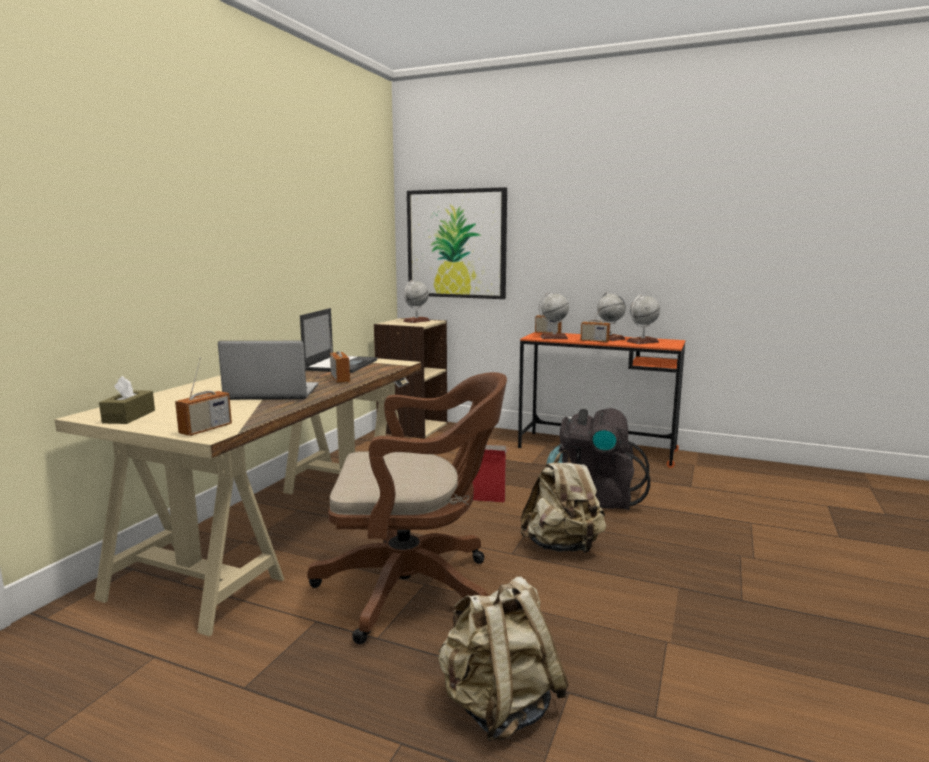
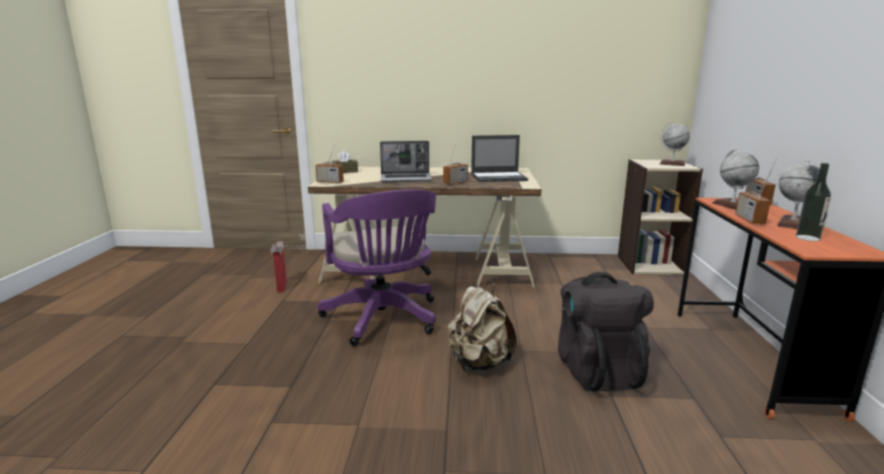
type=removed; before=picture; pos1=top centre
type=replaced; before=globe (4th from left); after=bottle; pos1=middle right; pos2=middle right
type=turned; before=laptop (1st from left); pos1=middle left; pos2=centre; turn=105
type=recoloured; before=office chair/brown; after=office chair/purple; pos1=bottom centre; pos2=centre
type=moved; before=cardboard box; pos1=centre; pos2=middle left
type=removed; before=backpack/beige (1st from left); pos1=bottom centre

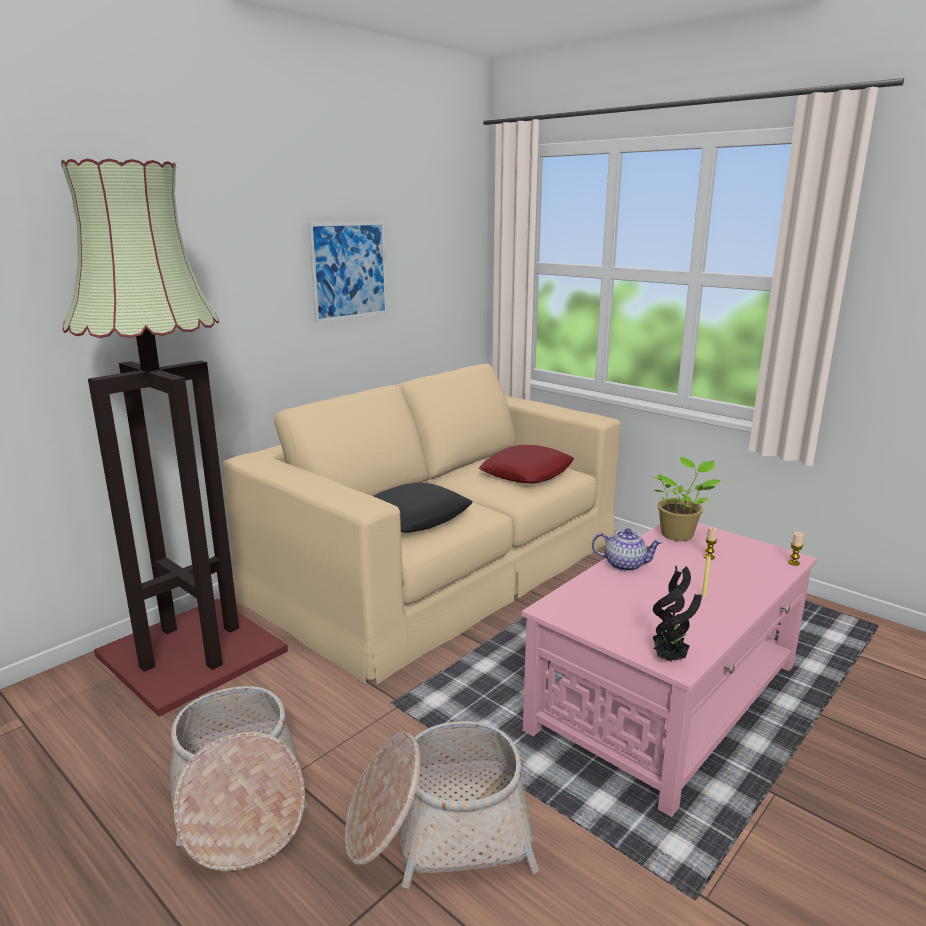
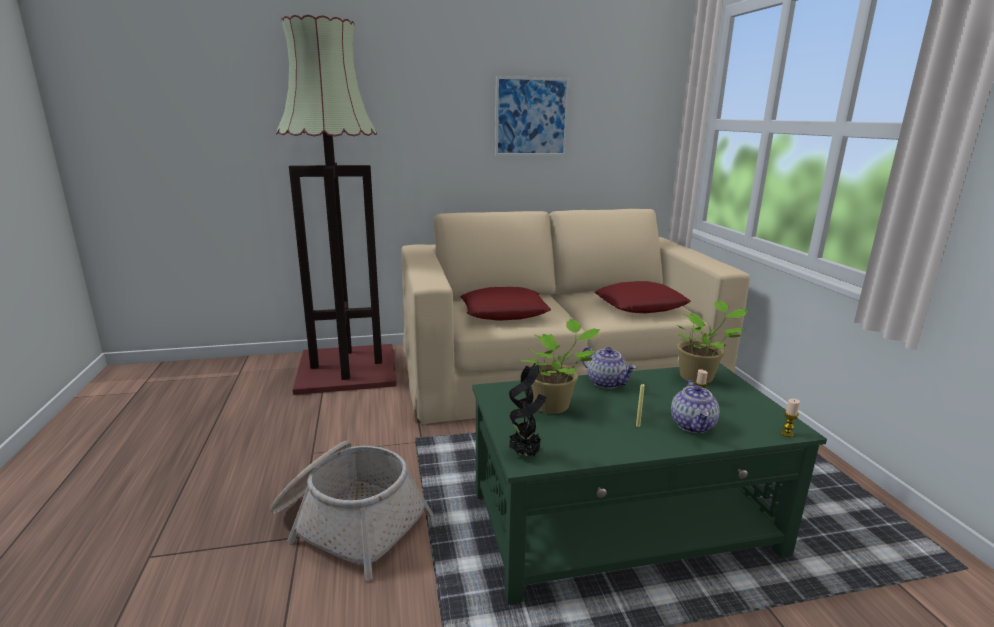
type=recoloured; before=pillow/black; after=pillow/red (1st from left); pos1=centre; pos2=centre
type=recoloured; before=coffee table/pink; after=coffee table/green; pos1=bottom right; pos2=bottom centre
type=removed; before=basket (1st from left); pos1=bottom left
type=added; after=potted plant (2nd from left); pos2=centre
type=added; after=teapot (2nd from left); pos2=middle right

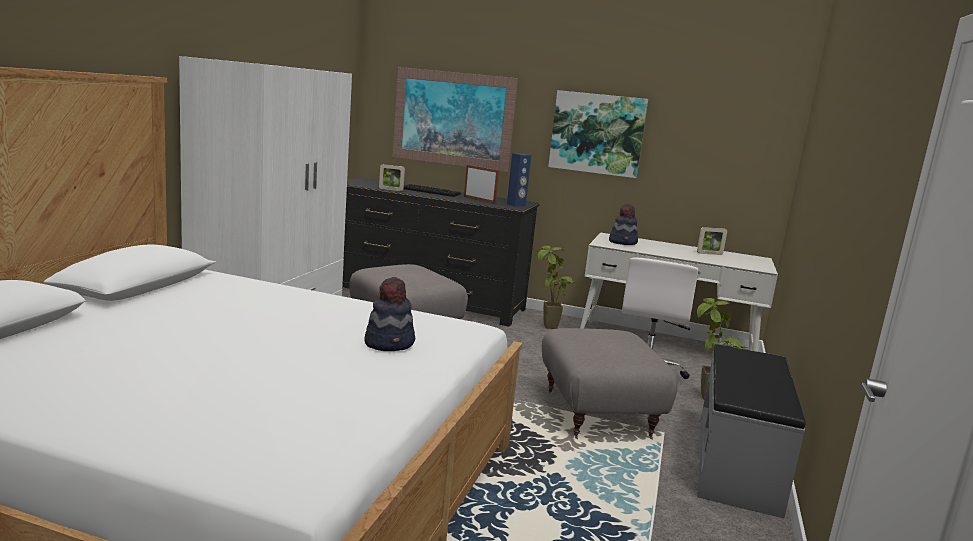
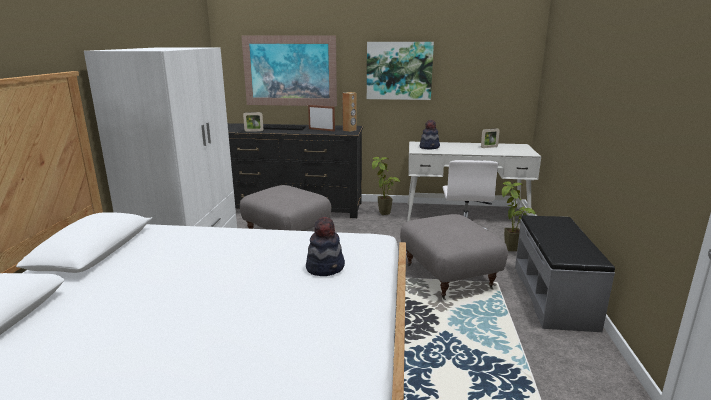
type=recoloured; before=speaker/blue; after=speaker/brown; pos1=top centre; pos2=top centre

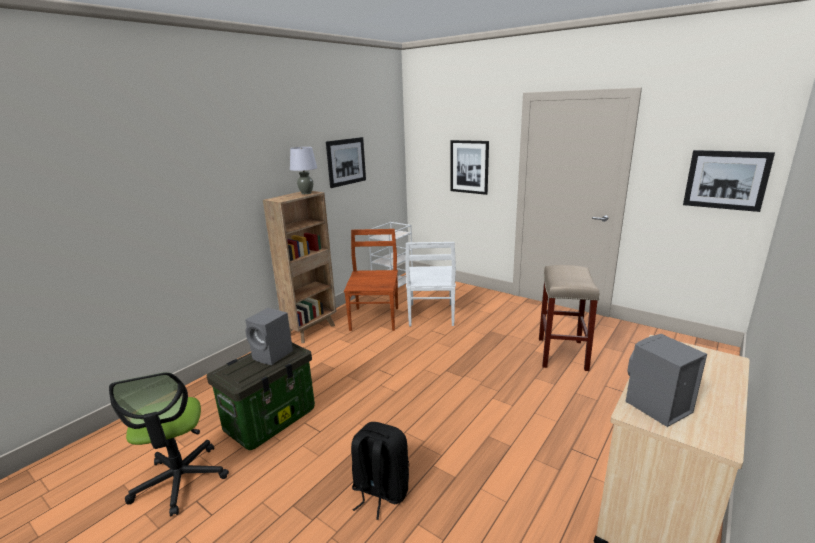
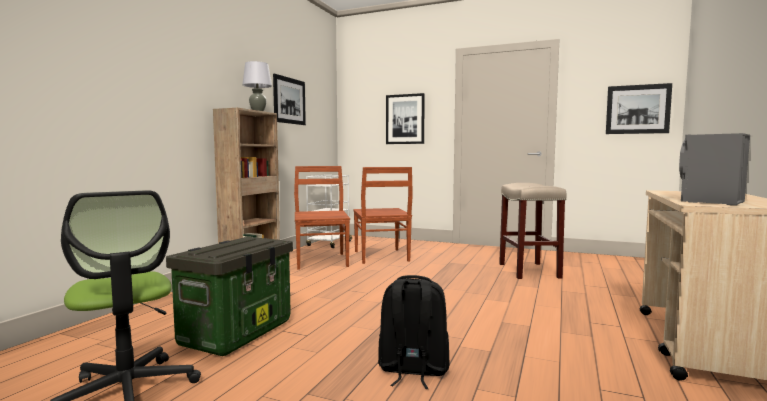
type=recoloured; before=chair/white; after=chair/brown (2nd from left); pos1=centre; pos2=centre
type=removed; before=speaker/grey (1st from left); pos1=middle left

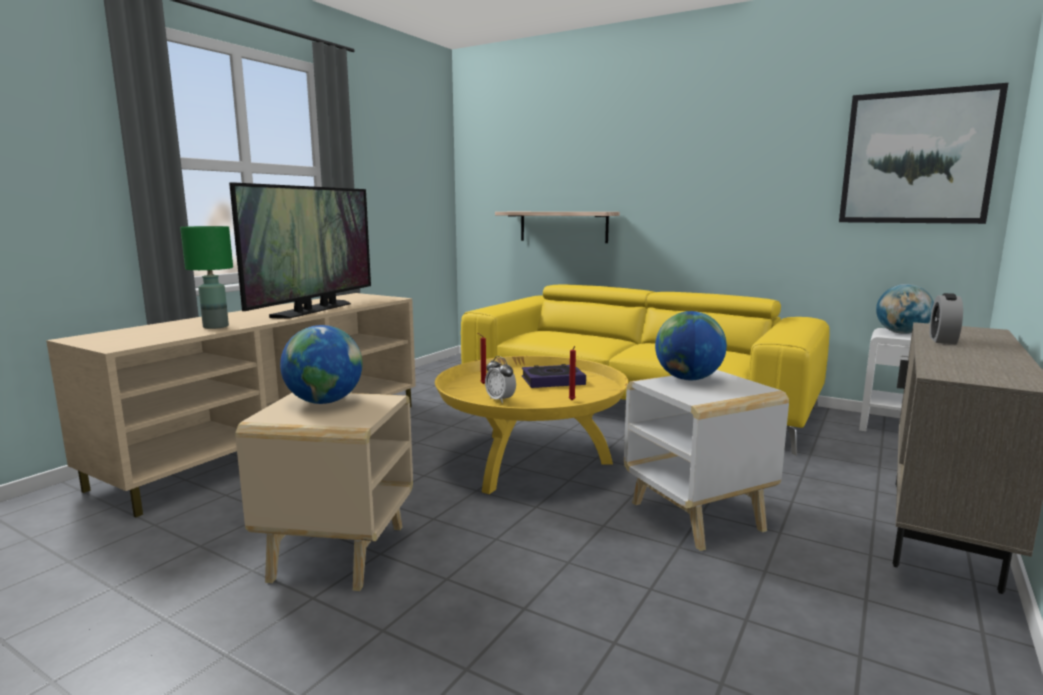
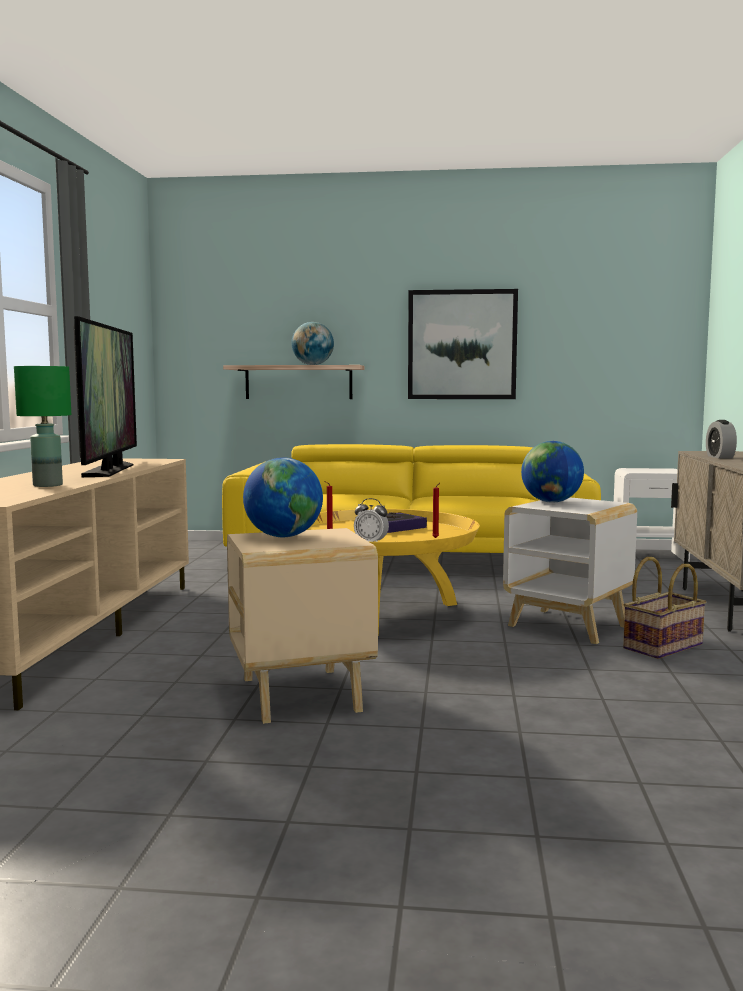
type=moved; before=picture; pos1=top right; pos2=centre
type=moved; before=globe (3rd from left in the first image); after=globe (2nd from left); pos1=middle right; pos2=centre
type=added; after=basket; pos2=middle right

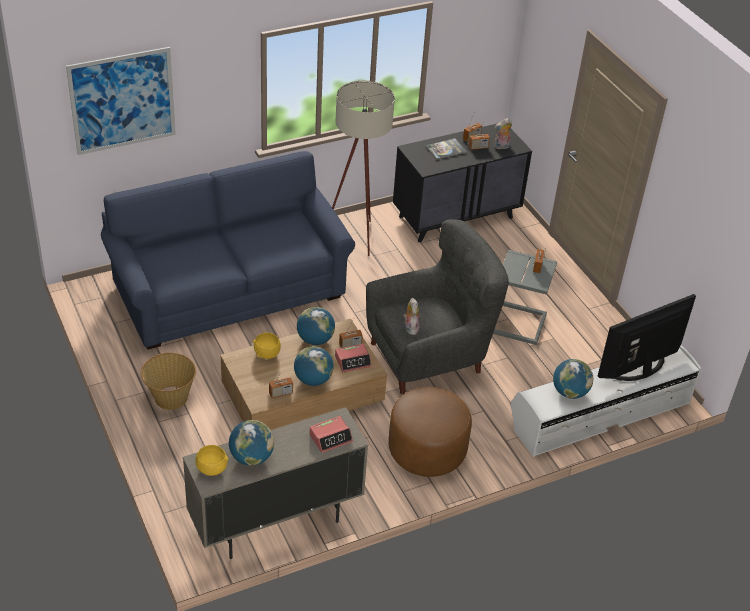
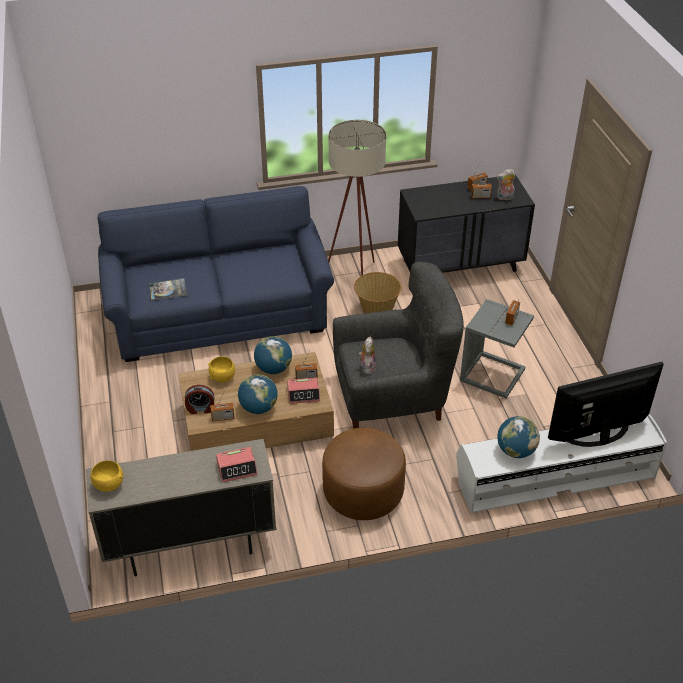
type=removed; before=picture; pos1=top left
type=moved; before=book; pos1=top centre; pos2=middle left
type=moved; before=basket; pos1=middle left; pos2=centre
type=removed; before=globe (1st from left); pos1=bottom centre
type=added; after=alarm clock (1st from left); pos2=middle left

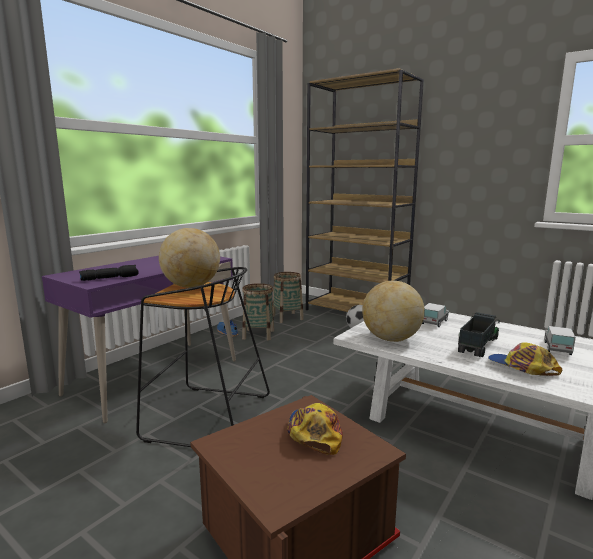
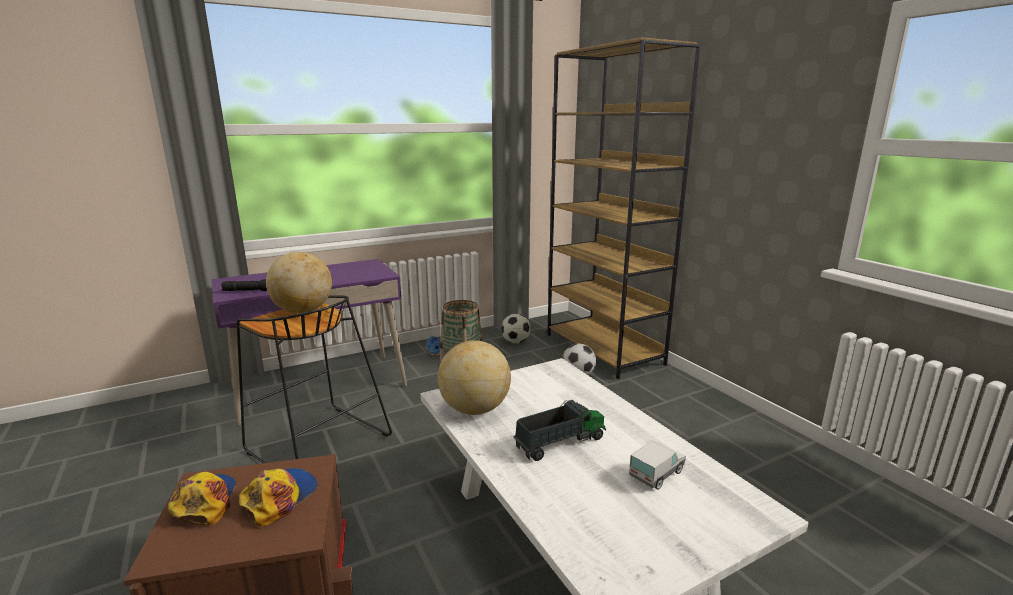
type=replaced; before=basket (2nd from left); after=football (1st from left); pos1=centre; pos2=centre
type=removed; before=toy truck (1st from left); pos1=middle right
type=moved; before=cap (2nd from left in the first image); after=cap (1st from left); pos1=middle right; pos2=bottom left

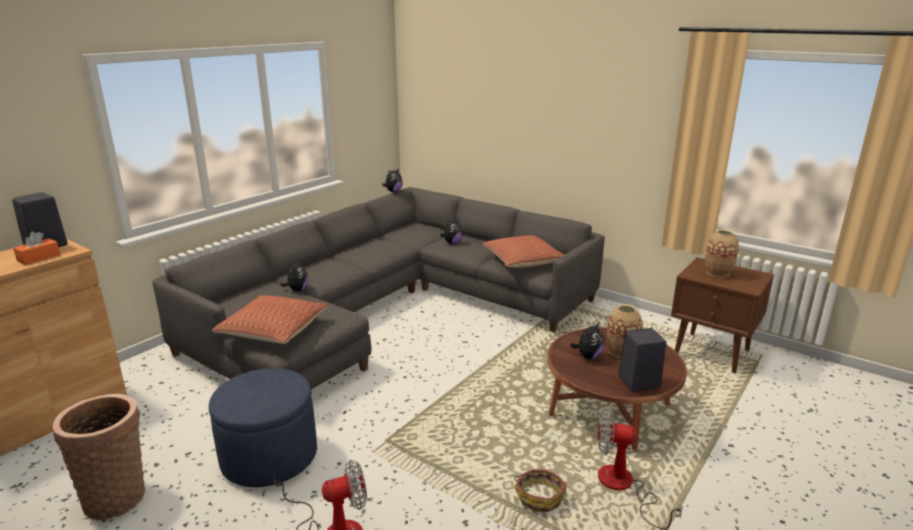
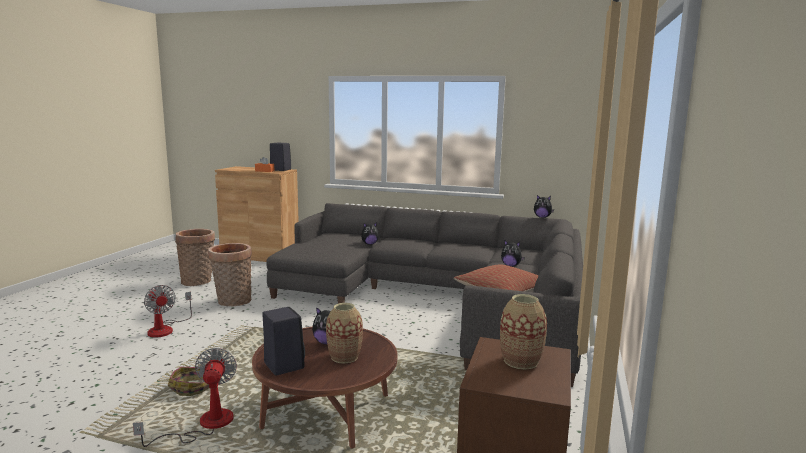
type=removed; before=pillow (1st from left); pos1=middle left
type=replaced; before=ottoman/blue; after=basket (3rd from left); pos1=bottom left; pos2=middle left

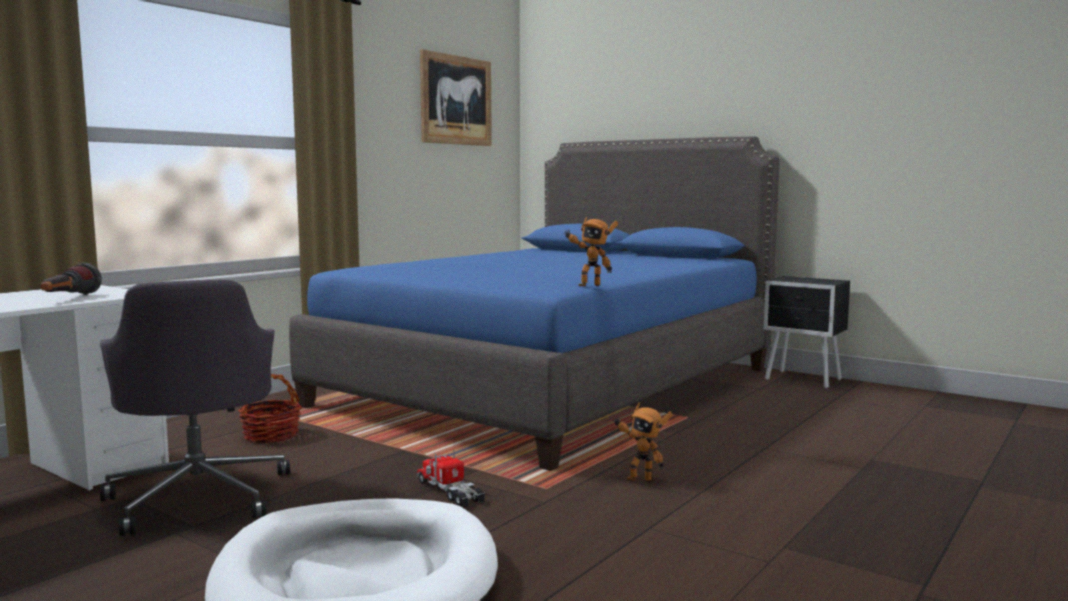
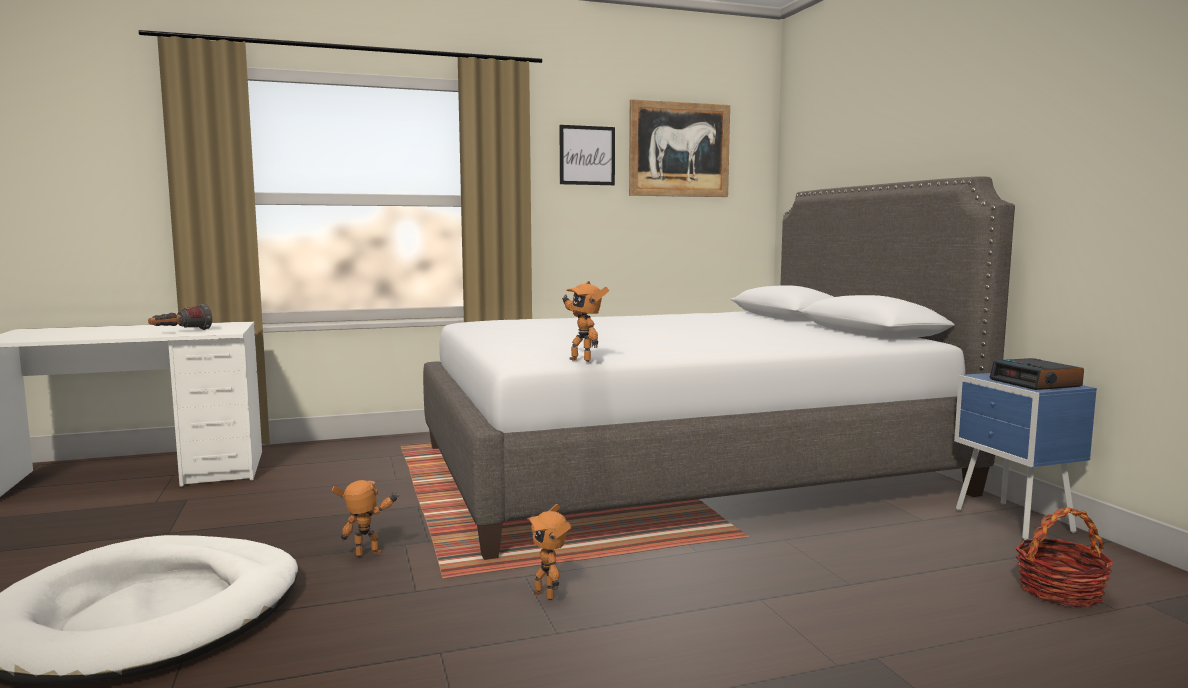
type=recoloured; before=bed/blue; after=bed/grey; pos1=centre; pos2=centre
type=recoloured; before=nightstand/black; after=nightstand/blue; pos1=middle right; pos2=middle right
type=removed; before=office chair/grey; pos1=bottom left
type=moved; before=basket; pos1=bottom left; pos2=bottom right
type=replaced; before=toy truck; after=toy robot (1st from left); pos1=bottom centre; pos2=bottom left
type=added; after=picture (1st from left); pos2=top centre
type=added; after=alarm clock; pos2=middle right

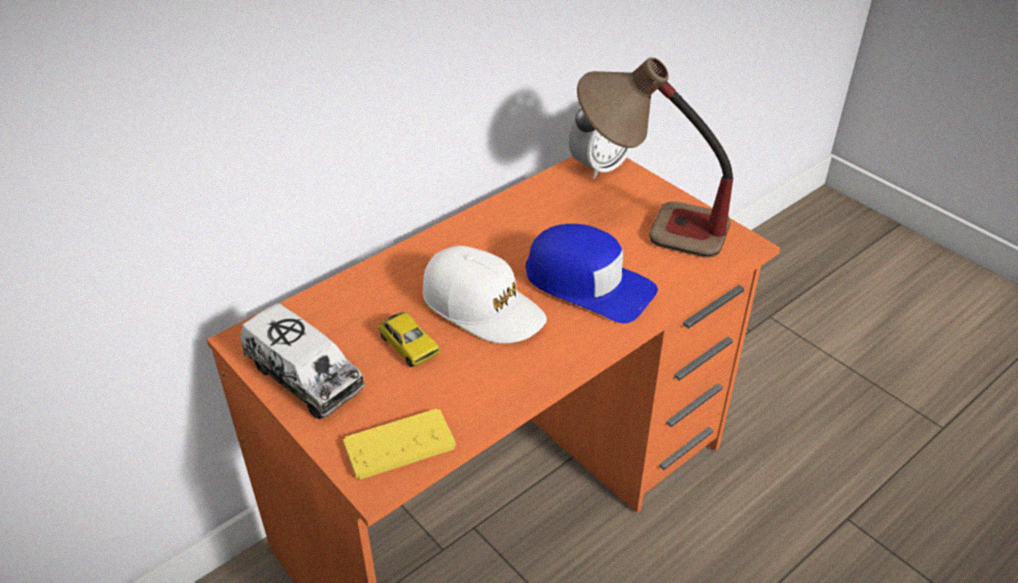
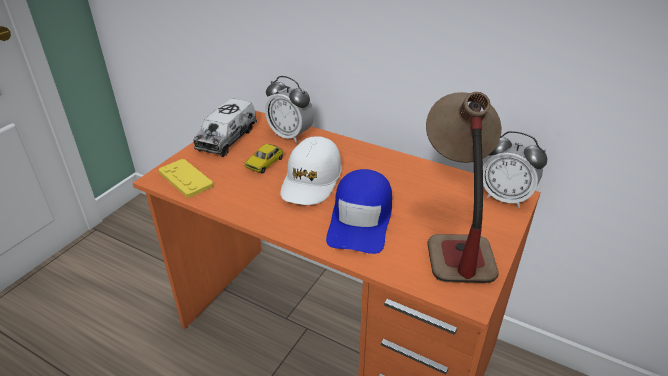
type=added; after=alarm clock (1st from left); pos2=top centre

